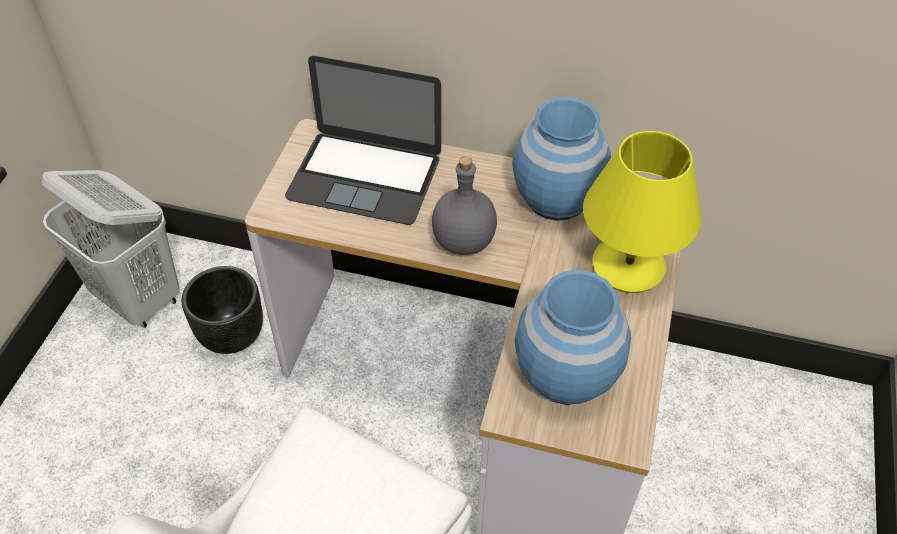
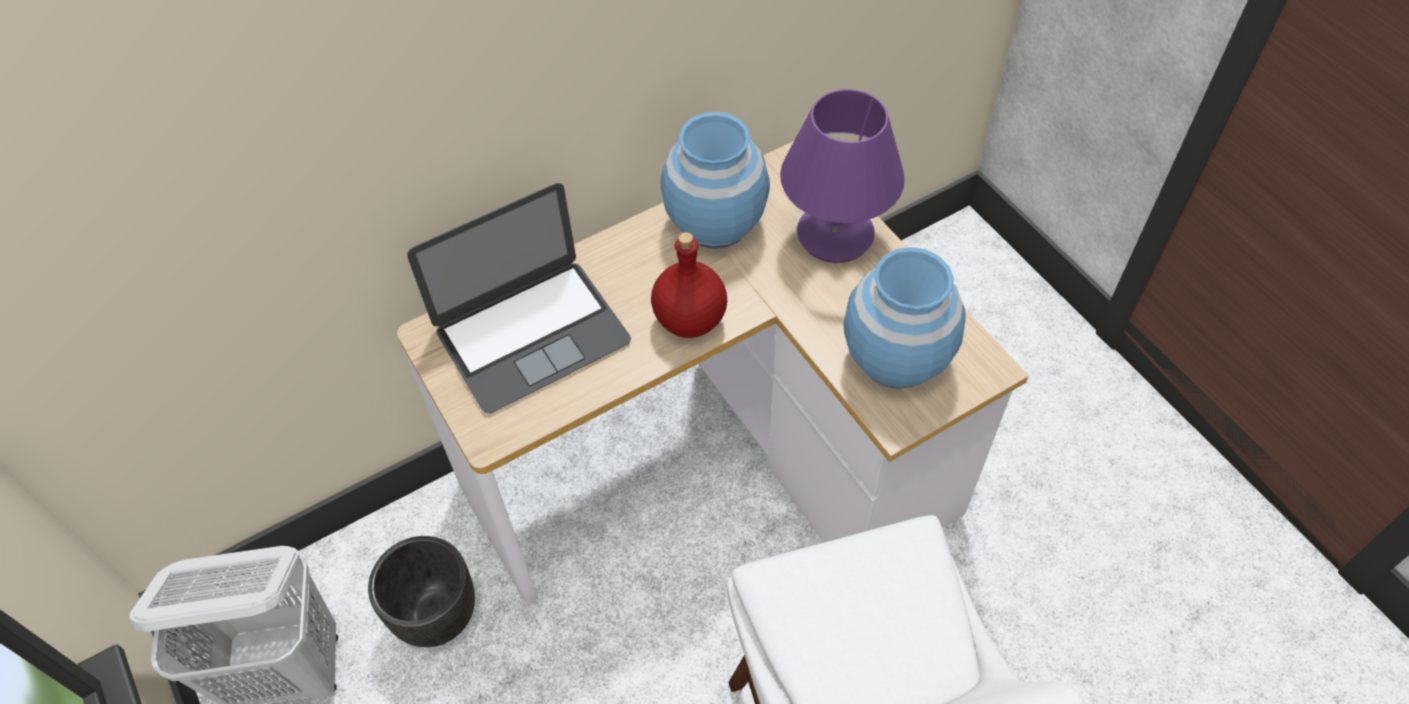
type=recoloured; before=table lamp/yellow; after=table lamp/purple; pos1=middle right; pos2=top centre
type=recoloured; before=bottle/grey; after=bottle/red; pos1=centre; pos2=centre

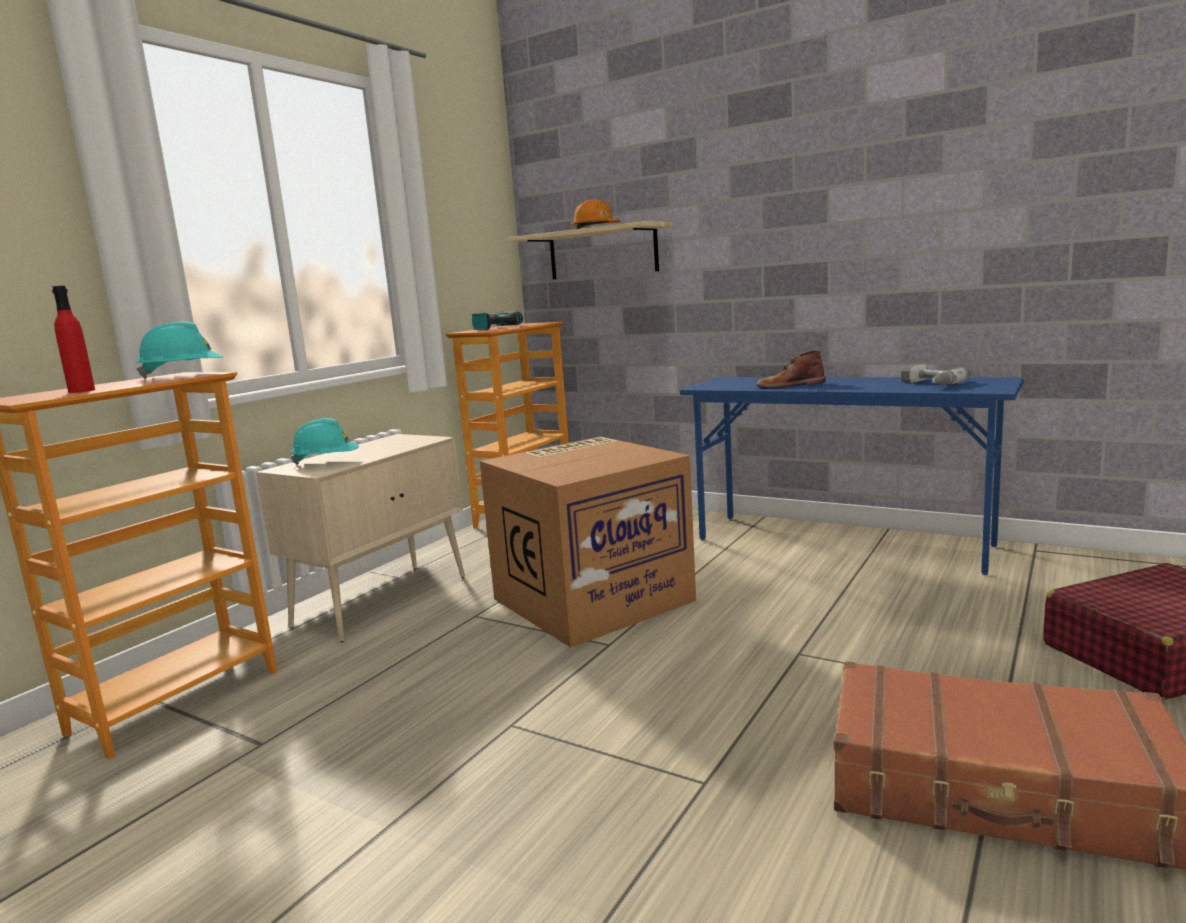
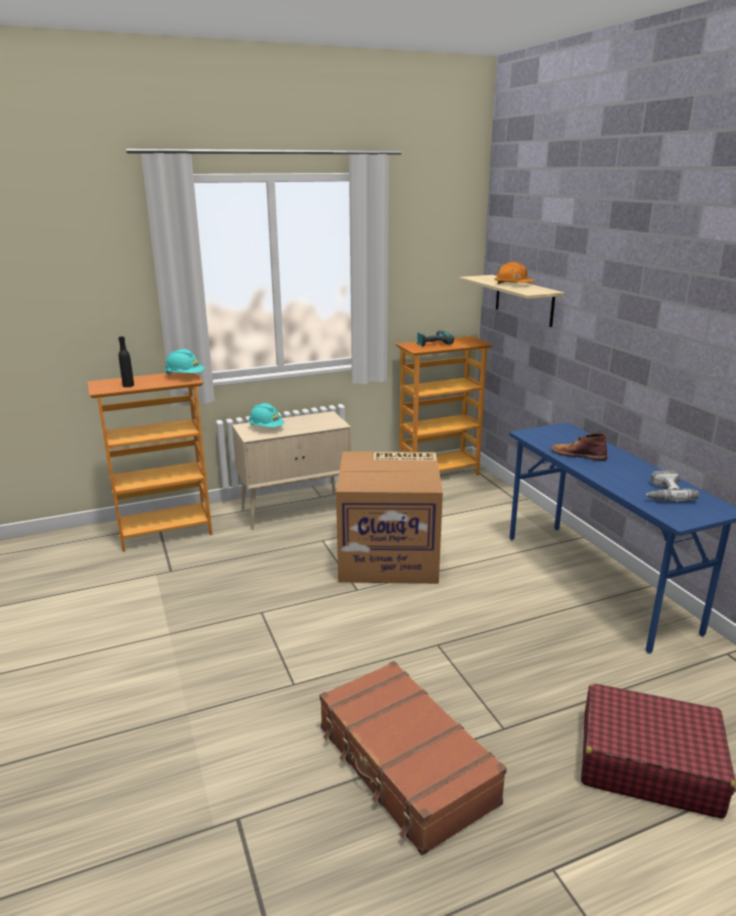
type=recoloured; before=bottle/red; after=bottle/black; pos1=middle left; pos2=middle left

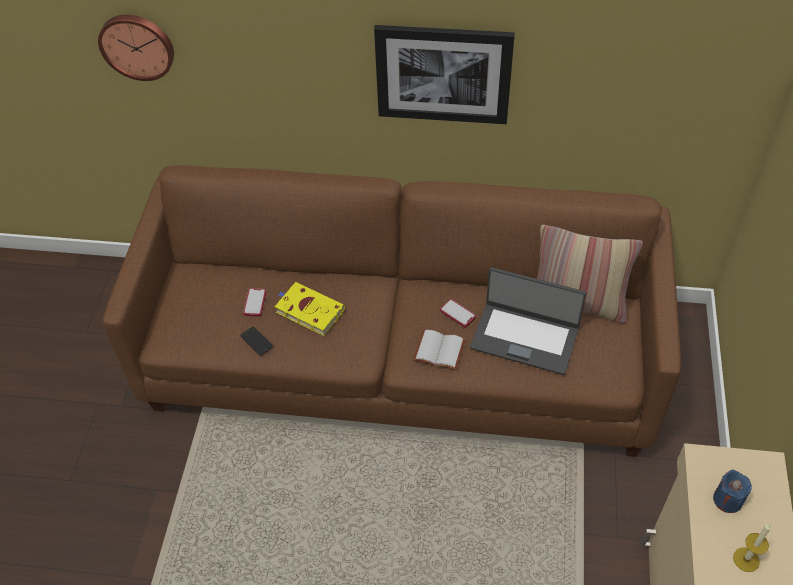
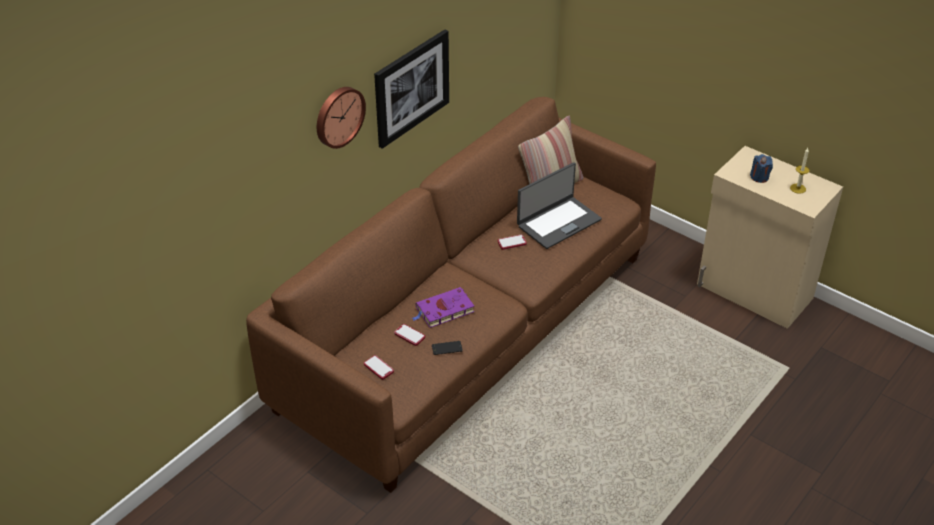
type=moved; before=wall clock; pos1=top left; pos2=top centre
type=recoloured; before=book/yellow; after=book/purple; pos1=centre; pos2=centre
type=removed; before=book/white; pos1=centre
type=added; after=phone (1st from left); pos2=bottom centre

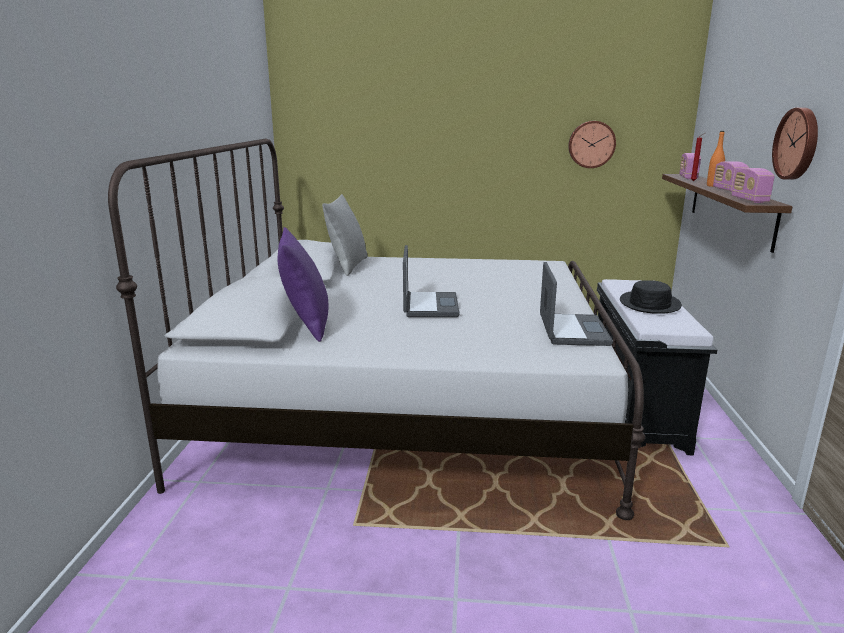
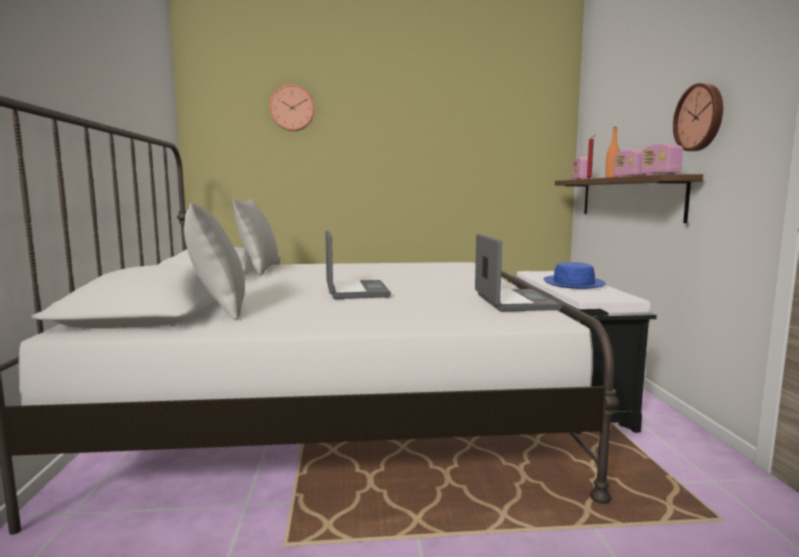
type=moved; before=wall clock (1st from left); pos1=top right; pos2=top centre
type=recoloured; before=pillow/purple; after=pillow/grey (1st from left); pos1=centre; pos2=middle left
type=recoloured; before=hat/black; after=hat/blue; pos1=middle right; pos2=middle right

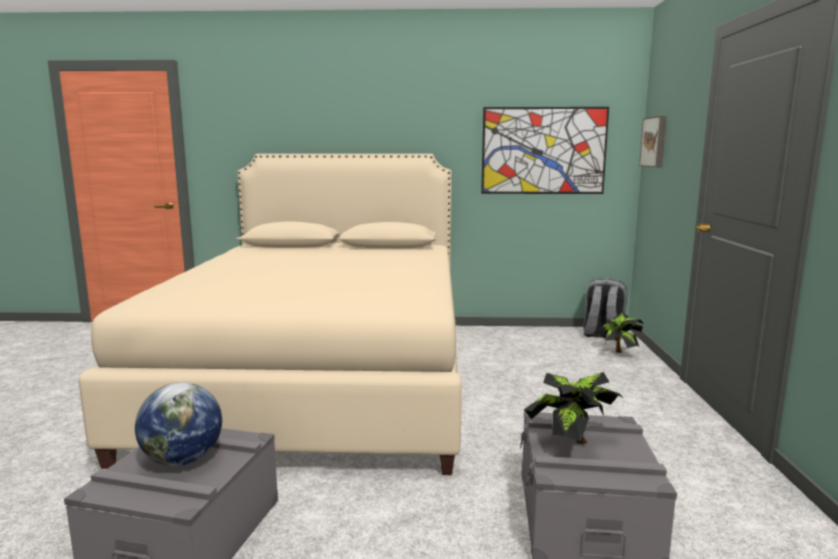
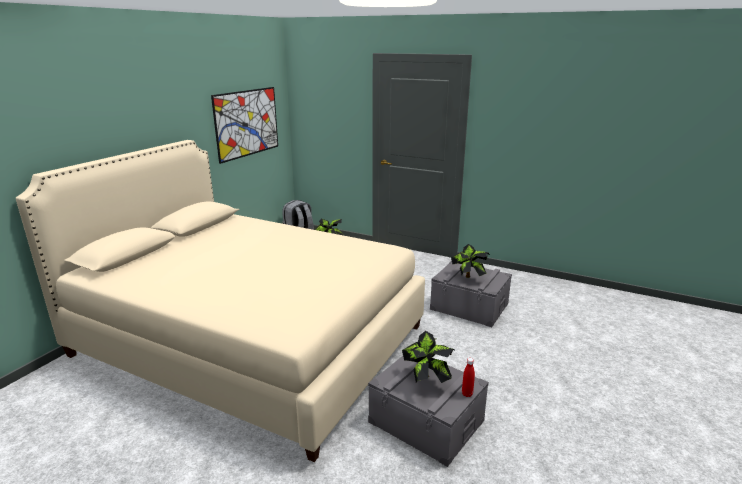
type=removed; before=picture (2nd from left); pos1=top right
type=replaced; before=globe; after=potted plant (2nd from left); pos1=bottom left; pos2=bottom centre
type=added; after=bottle/red; pos2=bottom centre

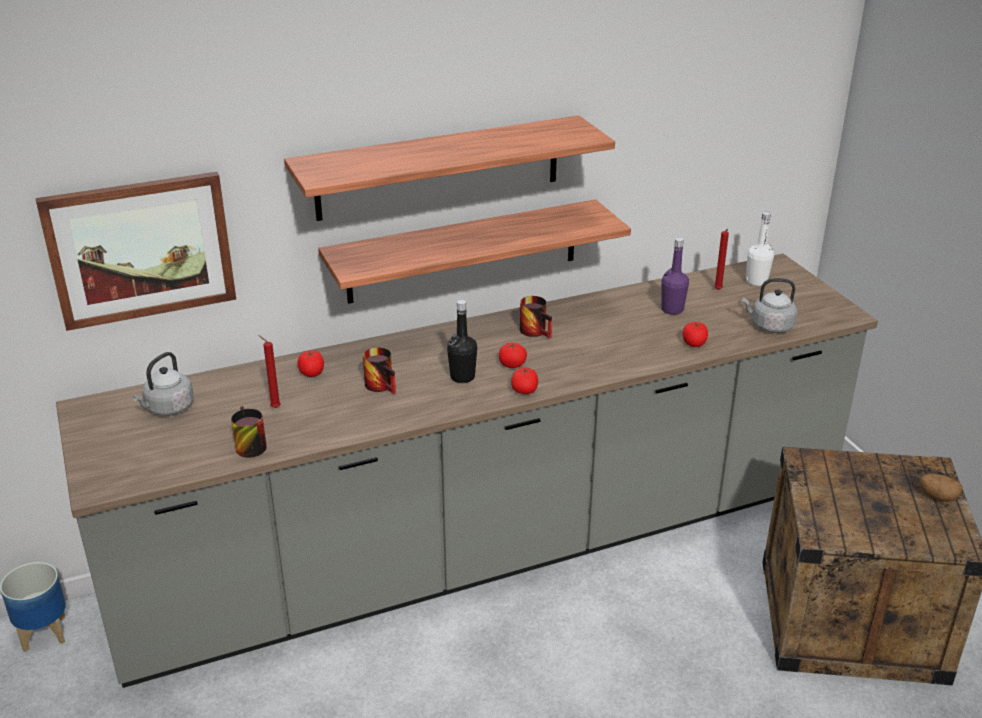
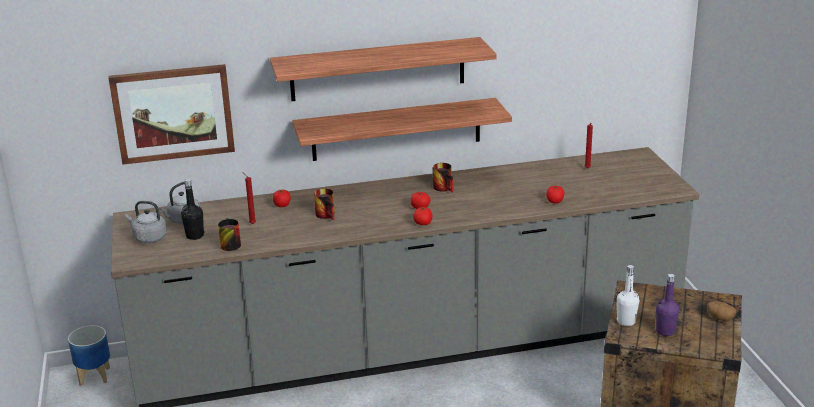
type=moved; before=bottle/white; pos1=middle right; pos2=bottom right
type=moved; before=bottle/purple; pos1=middle right; pos2=bottom right
type=moved; before=kettle/grey (2nd from left in the first image); after=kettle/grey (1st from left); pos1=middle right; pos2=middle left
type=moved; before=bottle/black; pos1=centre; pos2=middle left

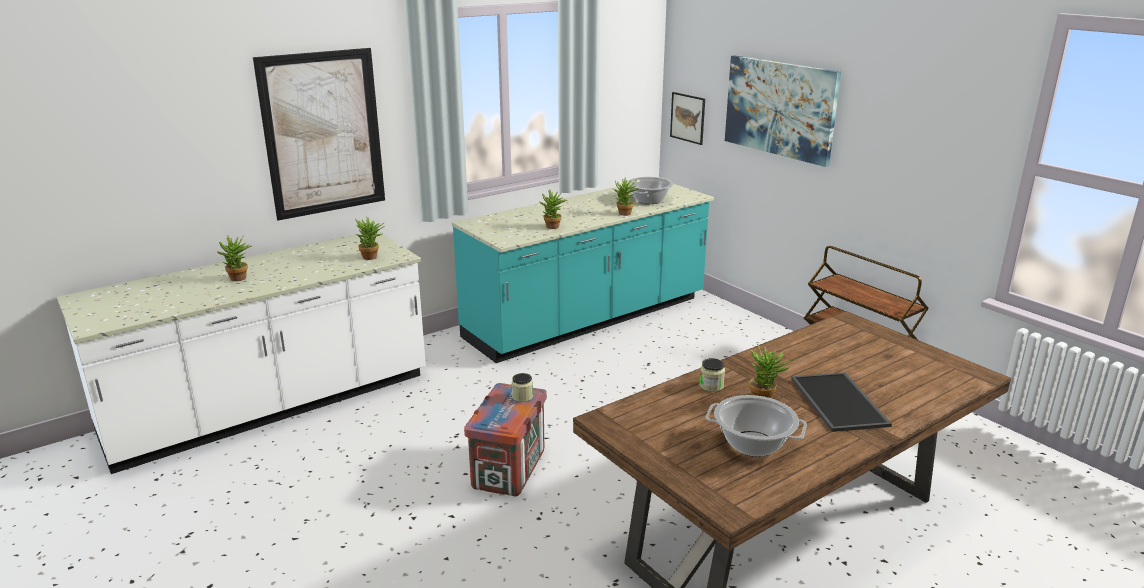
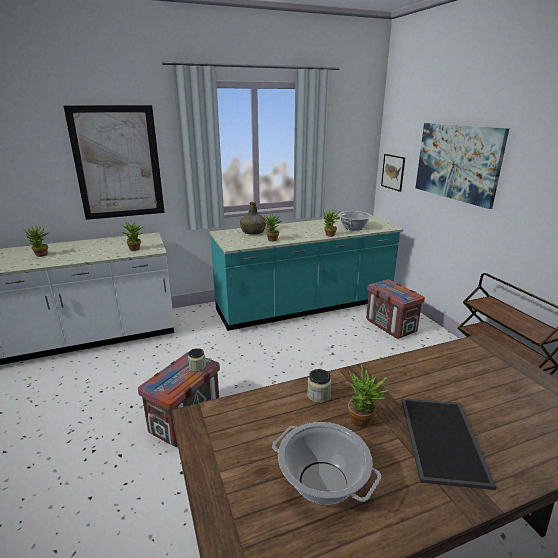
type=added; after=bottle/green; pos2=centre
type=added; after=crate (2nd from left); pos2=middle right

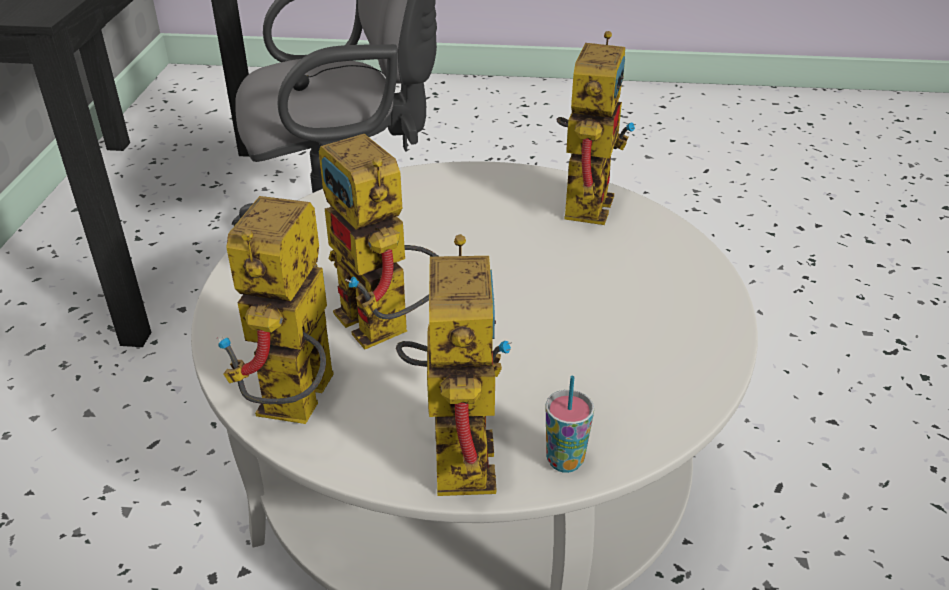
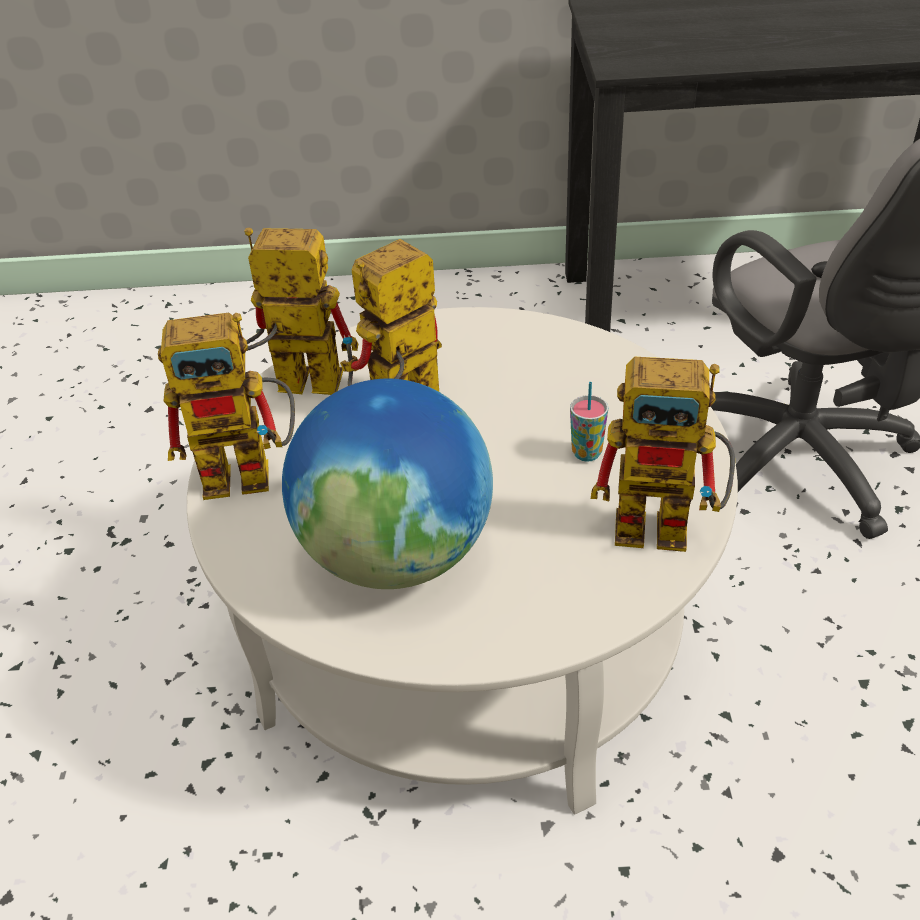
type=moved; before=cup; pos1=bottom centre; pos2=centre
type=added; after=globe; pos2=centre

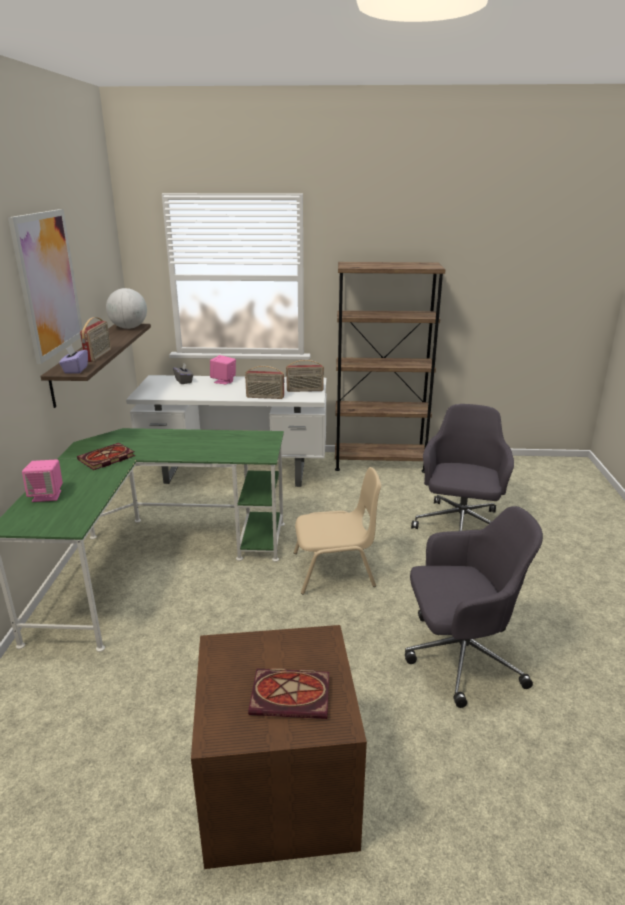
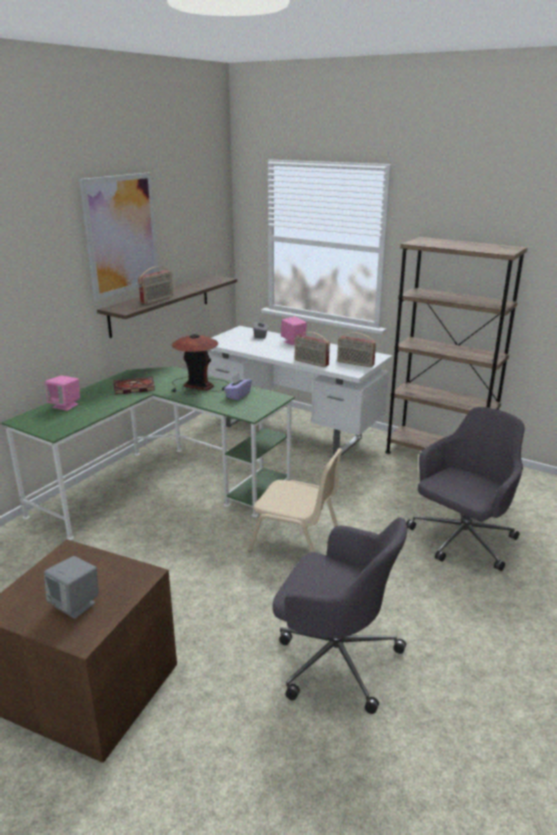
type=removed; before=globe; pos1=middle left
type=moved; before=tissue box/purple; pos1=middle left; pos2=centre
type=replaced; before=book (2nd from left); after=speaker/grey; pos1=bottom centre; pos2=bottom left
type=added; after=table lamp; pos2=centre

